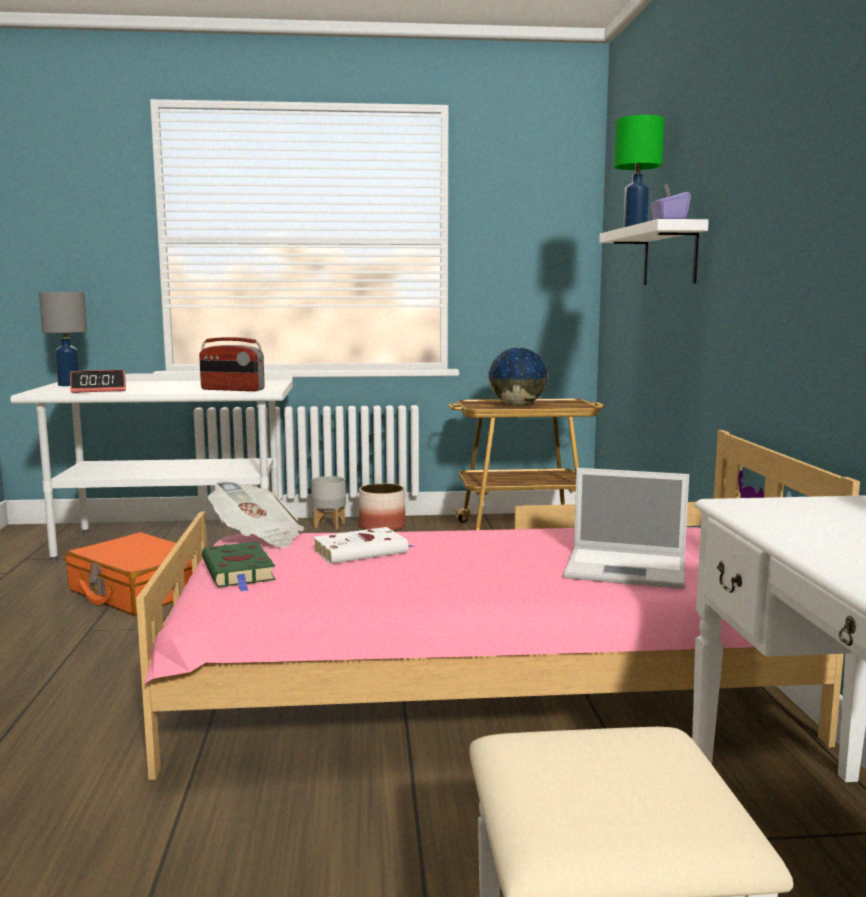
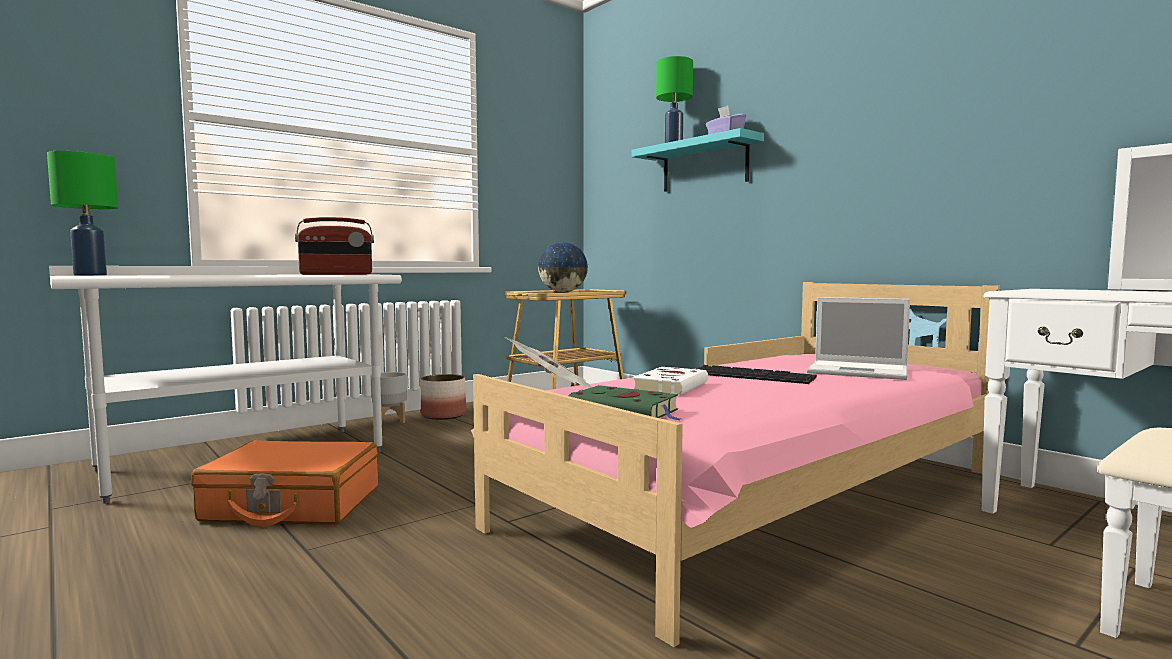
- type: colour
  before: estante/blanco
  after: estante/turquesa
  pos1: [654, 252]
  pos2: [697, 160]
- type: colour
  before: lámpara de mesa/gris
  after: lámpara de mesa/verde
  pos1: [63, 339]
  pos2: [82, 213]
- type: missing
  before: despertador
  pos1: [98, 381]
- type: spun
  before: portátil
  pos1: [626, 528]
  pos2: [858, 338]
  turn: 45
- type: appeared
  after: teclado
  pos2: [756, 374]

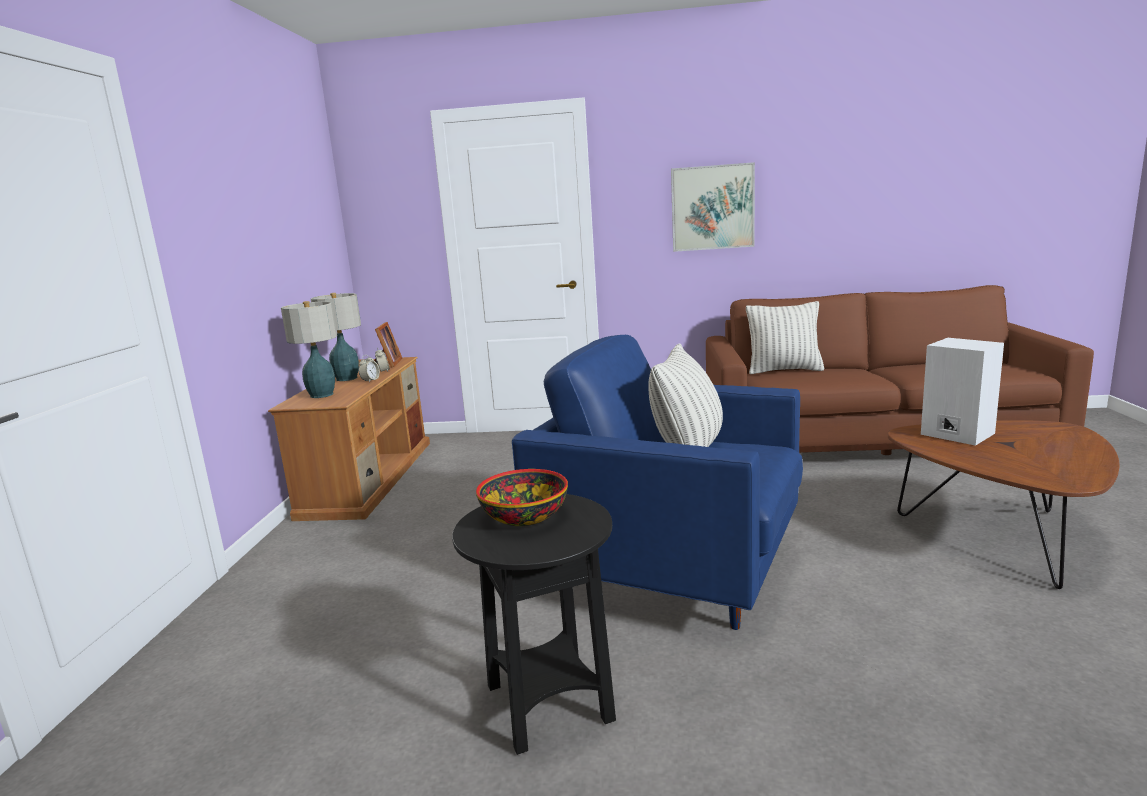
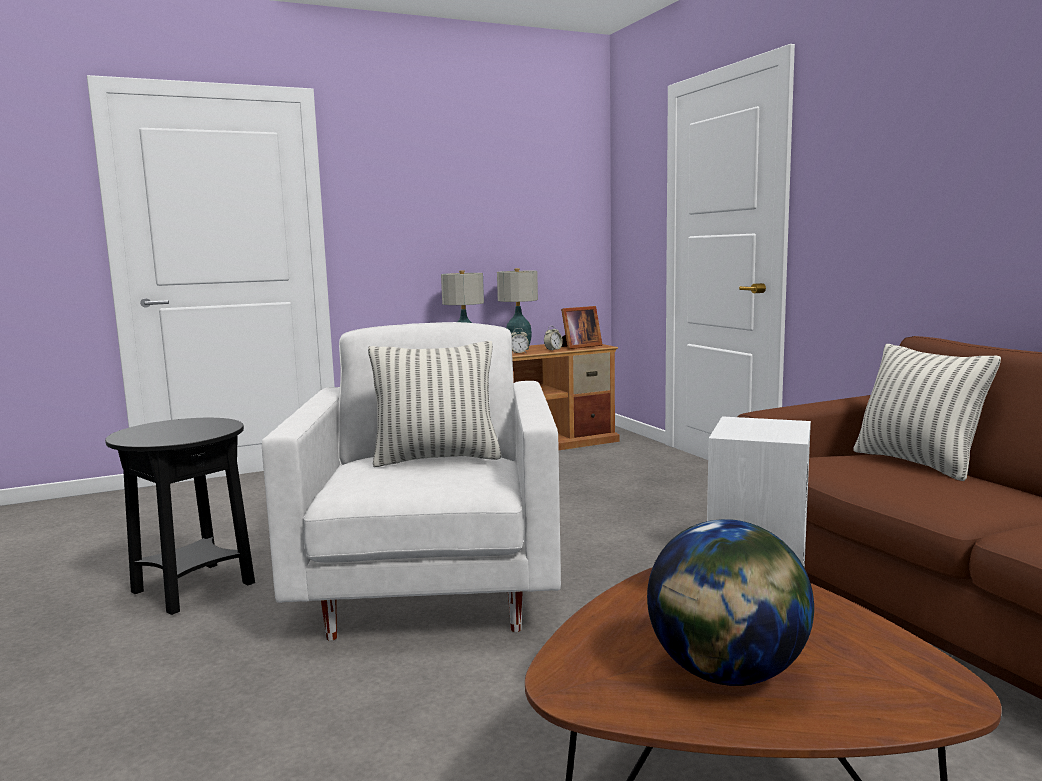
- type: missing
  before: cuadro
  pos1: [713, 207]
- type: colour
  before: sillón/azul
  after: sillón/blanco
  pos1: [657, 482]
  pos2: [411, 481]
- type: missing
  before: cuenco
  pos1: [522, 497]
- type: appeared
  after: globo terráqueo
  pos2: [730, 602]

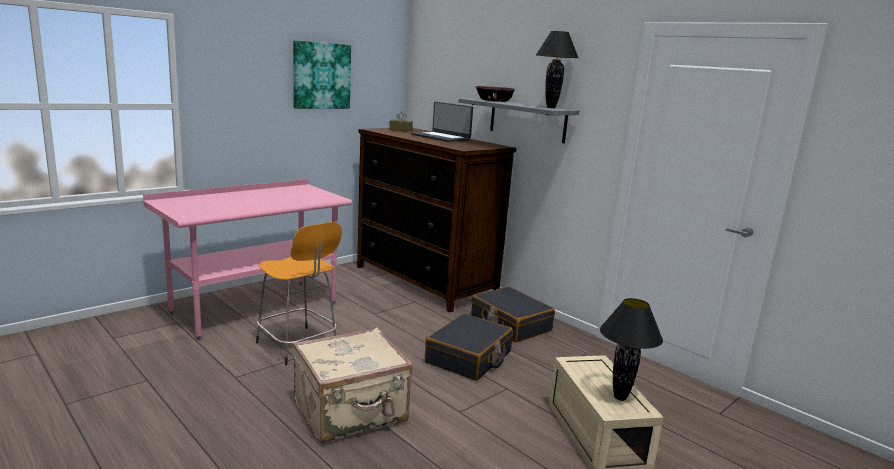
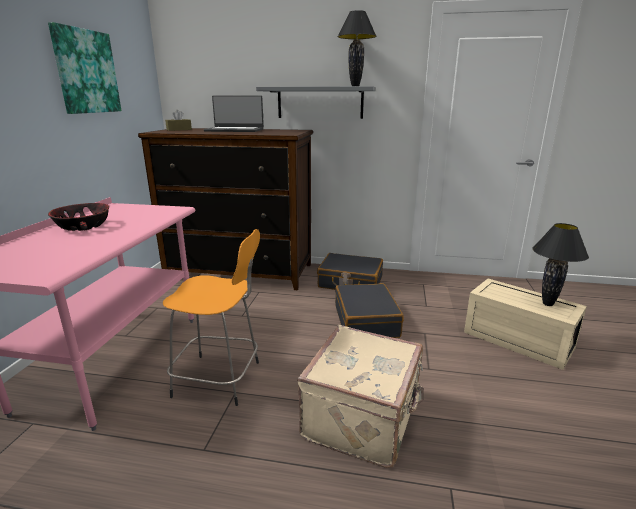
- type: relocated
  before: cuenco
  pos1: [495, 94]
  pos2: [78, 217]

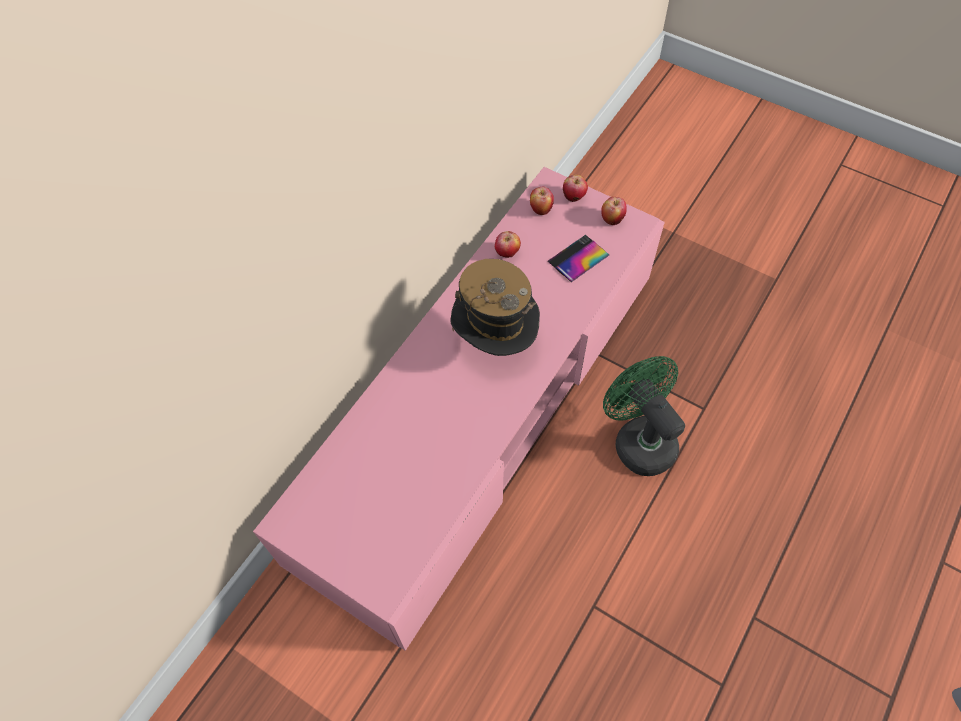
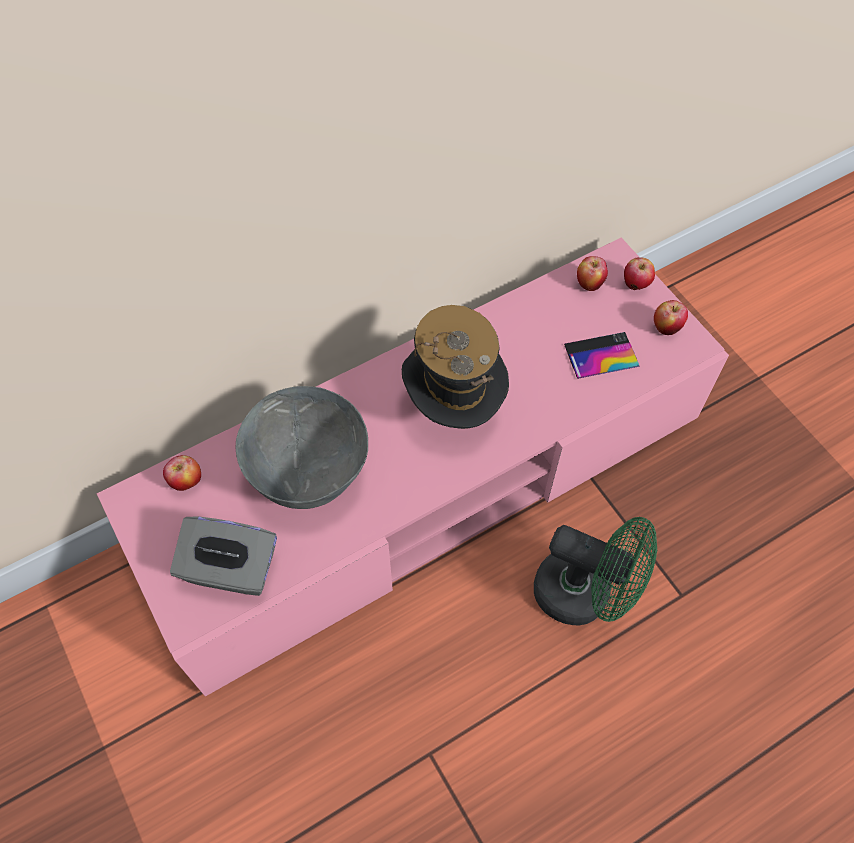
- type: relocated
  before: manzana
  pos1: [508, 244]
  pos2: [182, 473]
- type: spun
  before: ventilador/verde
  pos1: [644, 416]
  pos2: [595, 571]
  turn: 120
- type: appeared
  after: cuenco/gris
  pos2: [302, 447]
- type: appeared
  after: caja de pañuelos/gris
  pos2: [223, 556]

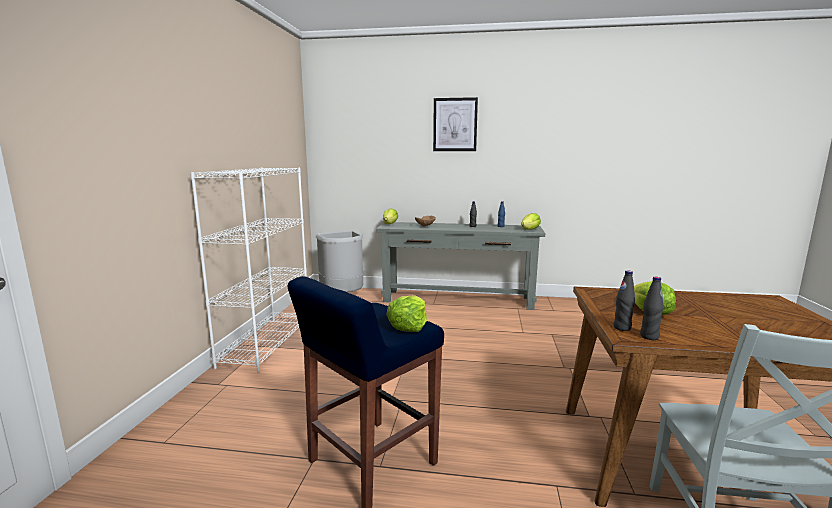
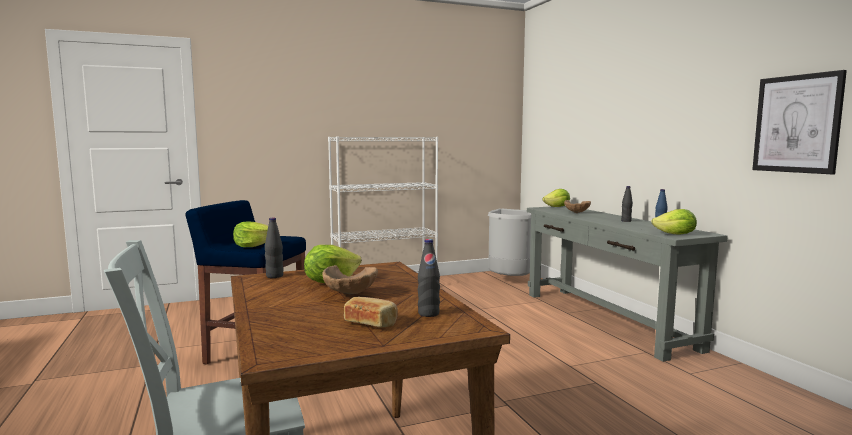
- type: relocated
  before: cuadro
  pos1: [455, 124]
  pos2: [799, 122]
- type: relocated
  before: botella/negro
  pos1: [652, 308]
  pos2: [429, 278]
- type: appeared
  after: cuenco/marrón
  pos2: [350, 279]
- type: appeared
  after: pan
  pos2: [371, 312]

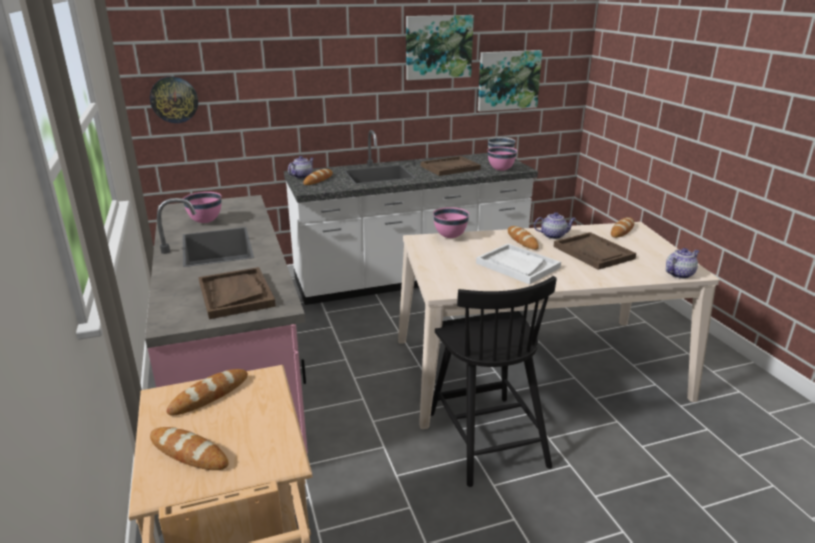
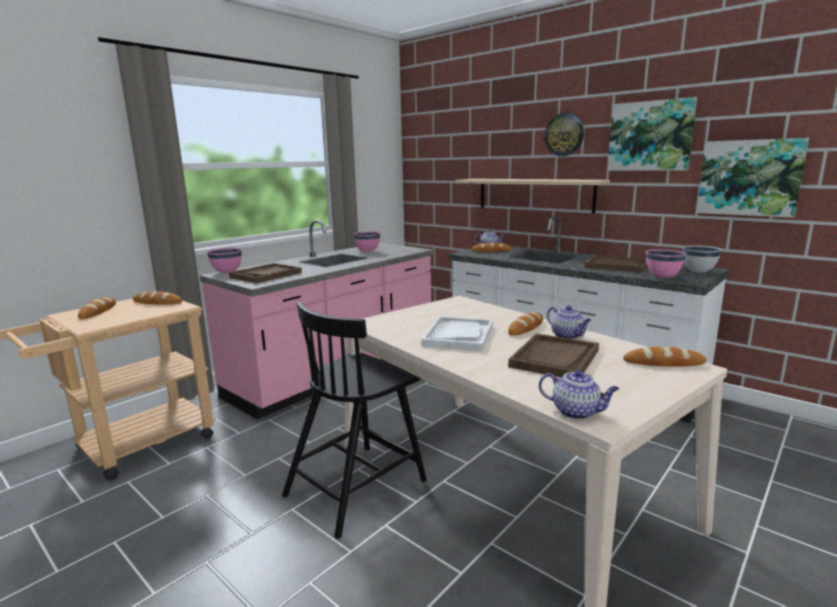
- type: relocated
  before: reloj de pared
  pos1: [174, 100]
  pos2: [564, 134]
- type: relocated
  before: cuenco/rosa
  pos1: [451, 222]
  pos2: [224, 260]
- type: appeared
  after: estante/beis
  pos2: [533, 196]

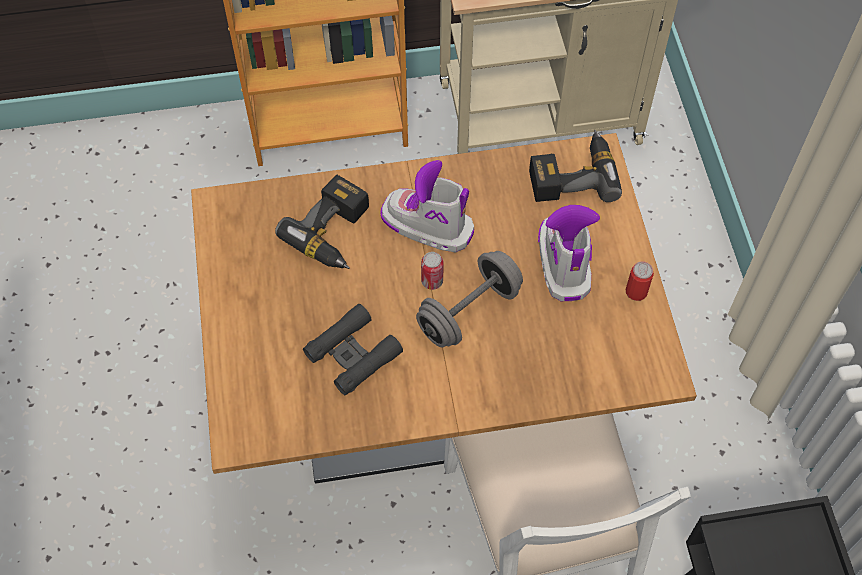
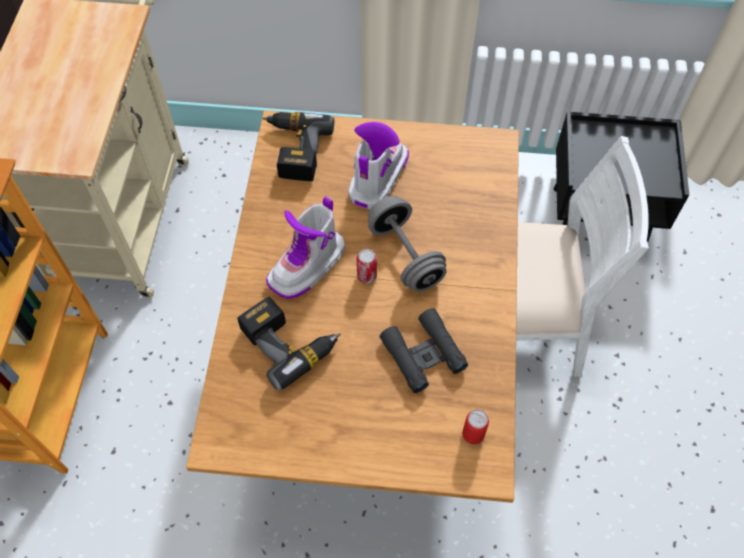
- type: spun
  before: bota
  pos1: [569, 253]
  pos2: [378, 165]
  turn: 105
- type: relocated
  before: lata
  pos1: [639, 281]
  pos2: [475, 426]

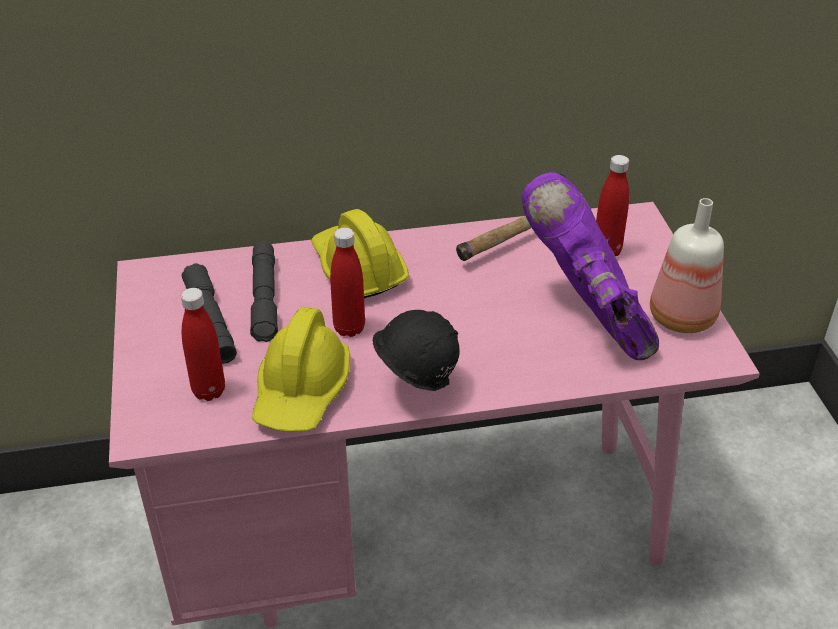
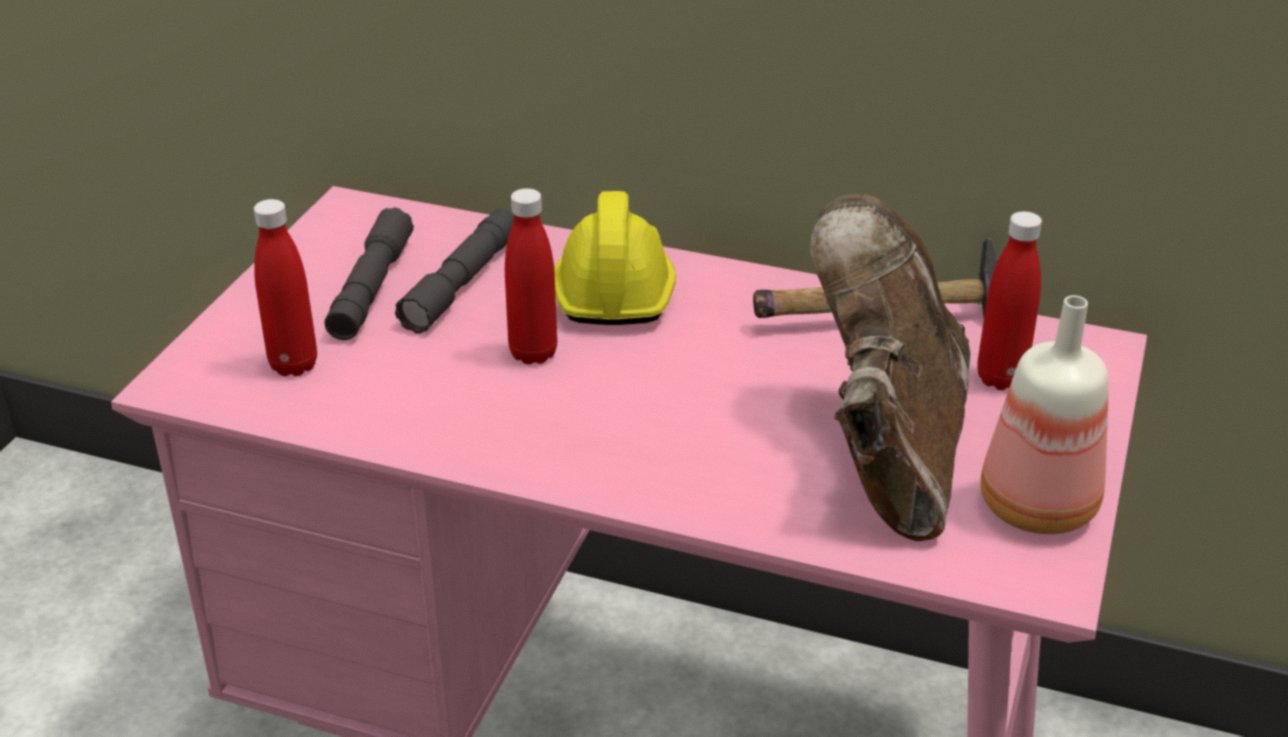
- type: colour
  before: bota/morado
  after: bota/marrón
  pos1: [590, 266]
  pos2: [890, 367]
- type: missing
  before: casco/amarillo
  pos1: [301, 369]
- type: missing
  before: casco/negro
  pos1: [416, 351]

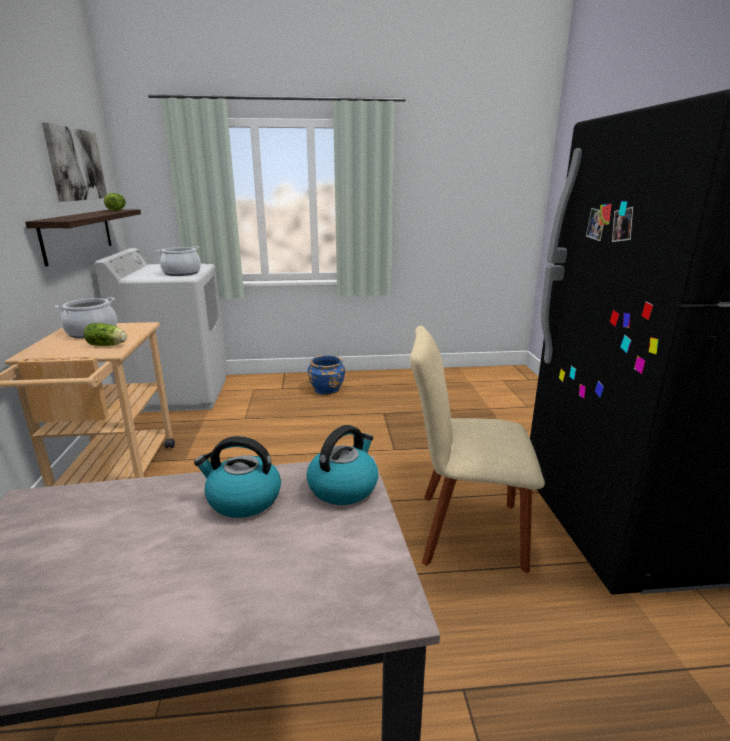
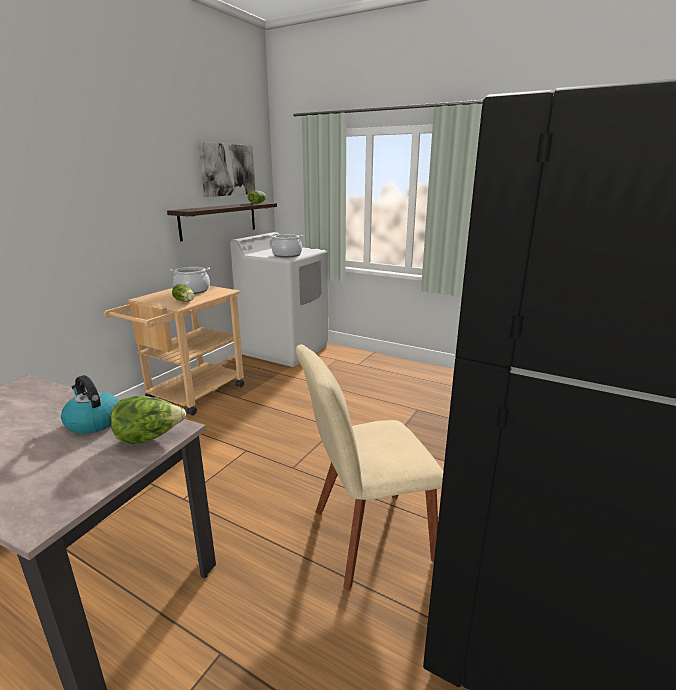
- type: spun
  before: silla/beis
  pos1: [477, 449]
  pos2: [369, 467]
  turn: -60
- type: missing
  before: maceta/azul
  pos1: [326, 375]
- type: exchanged
  before: hervidor
  after: lechuga
  pos1: [342, 465]
  pos2: [148, 420]

